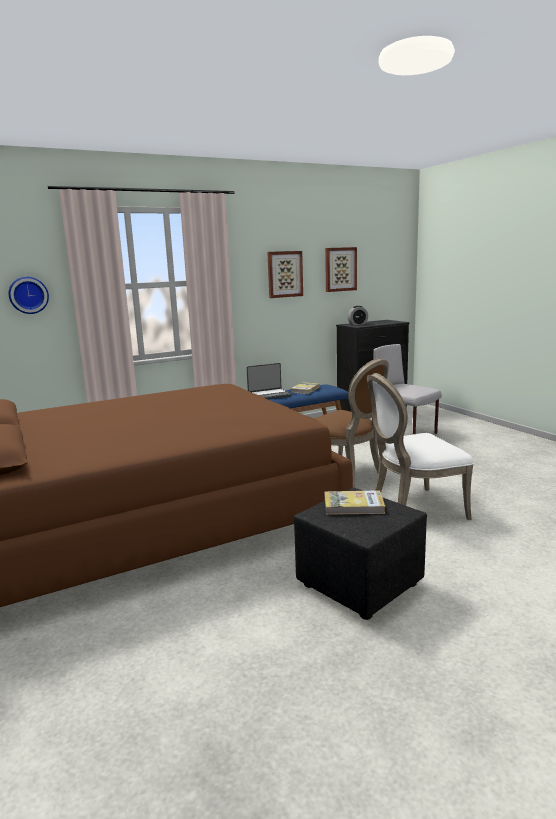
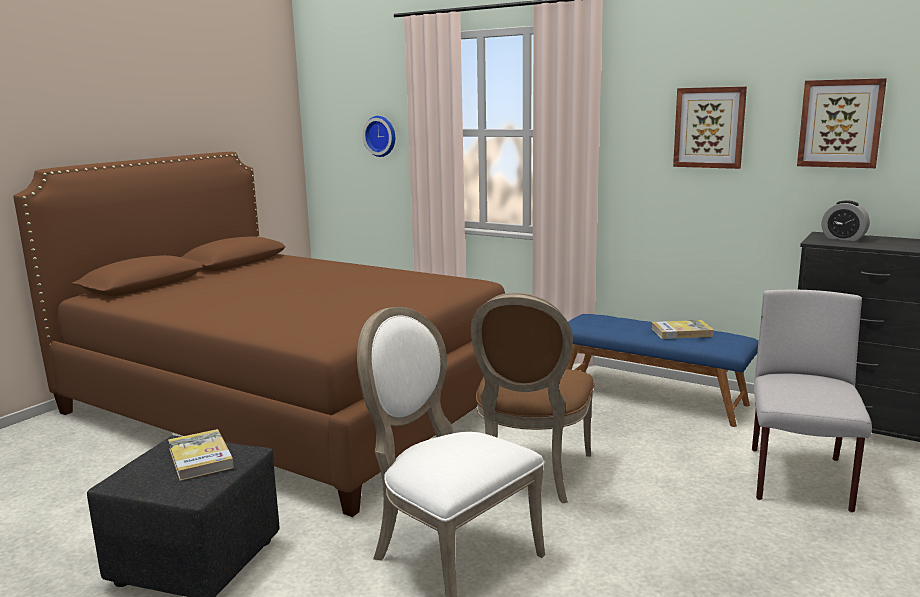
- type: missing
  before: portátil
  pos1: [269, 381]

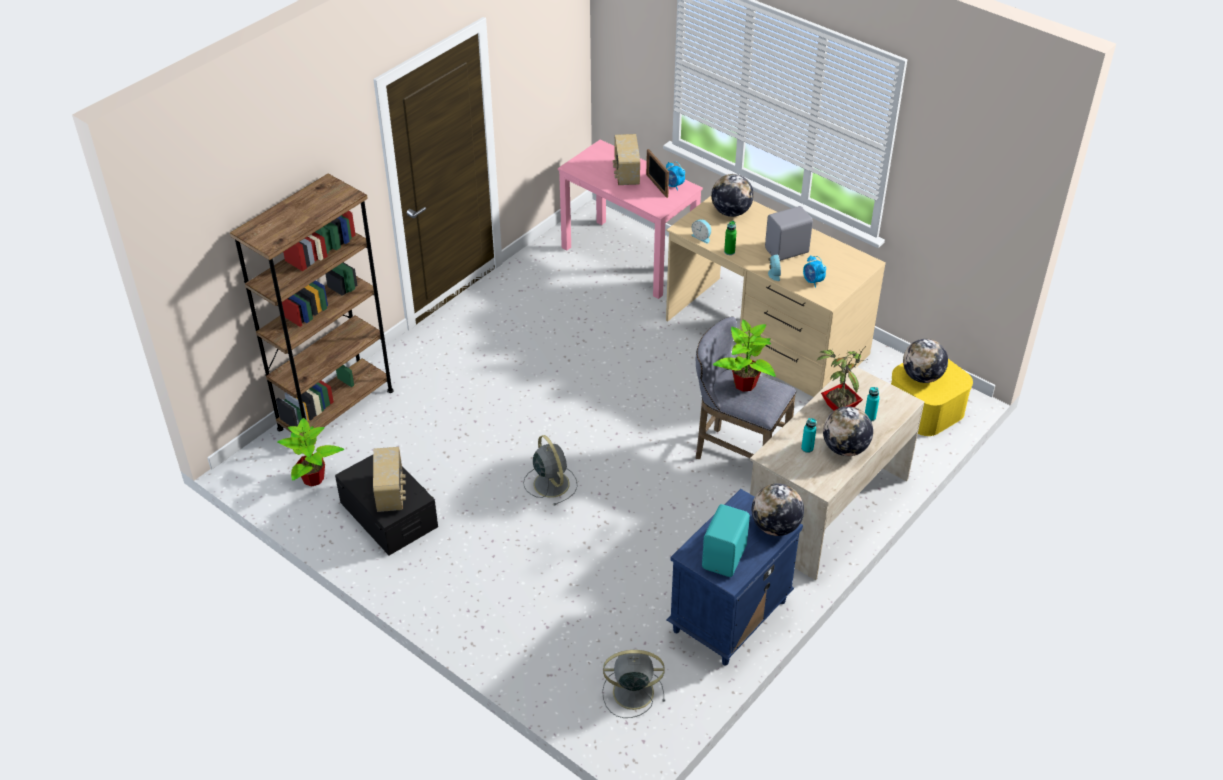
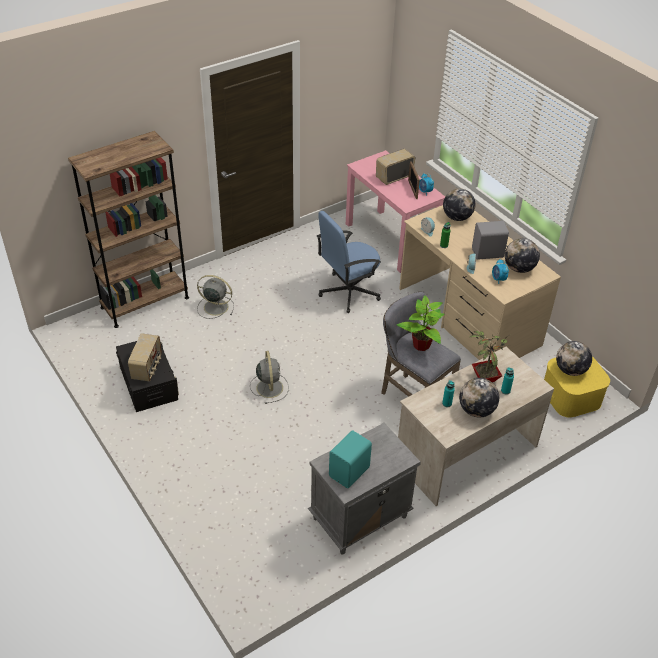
- type: spun
  before: radio
  pos1: [626, 159]
  pos2: [395, 167]
  turn: 45
- type: missing
  before: planta en maceta
  pos1: [311, 452]
- type: relocated
  before: globo terráqueo
  pos1: [778, 509]
  pos2: [522, 255]
- type: colour
  before: mesita de noche/azul
  after: mesita de noche/gris
  pos1: [735, 577]
  pos2: [364, 489]
- type: relocated
  before: ventilador/gris
  pos1: [633, 683]
  pos2: [215, 297]
- type: appeared
  after: silla de oficina/azul
  pos2: [349, 262]

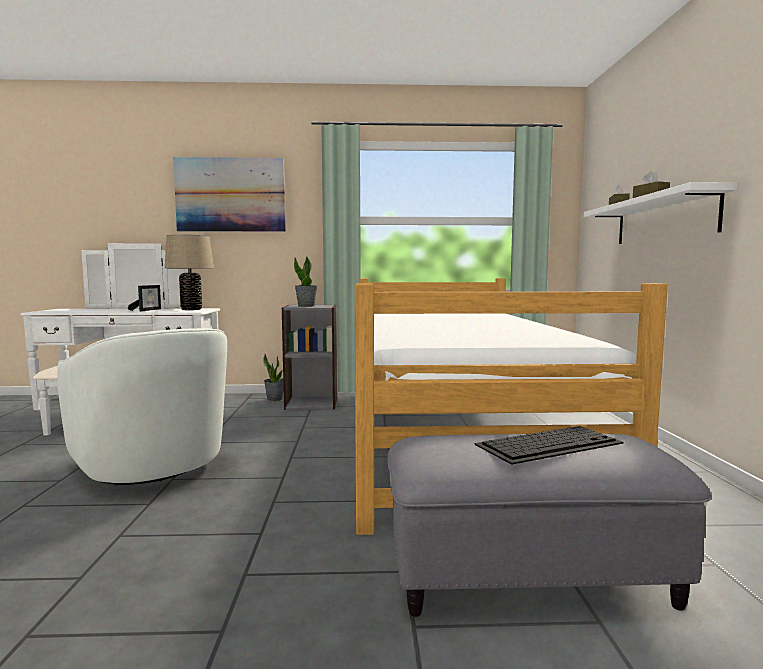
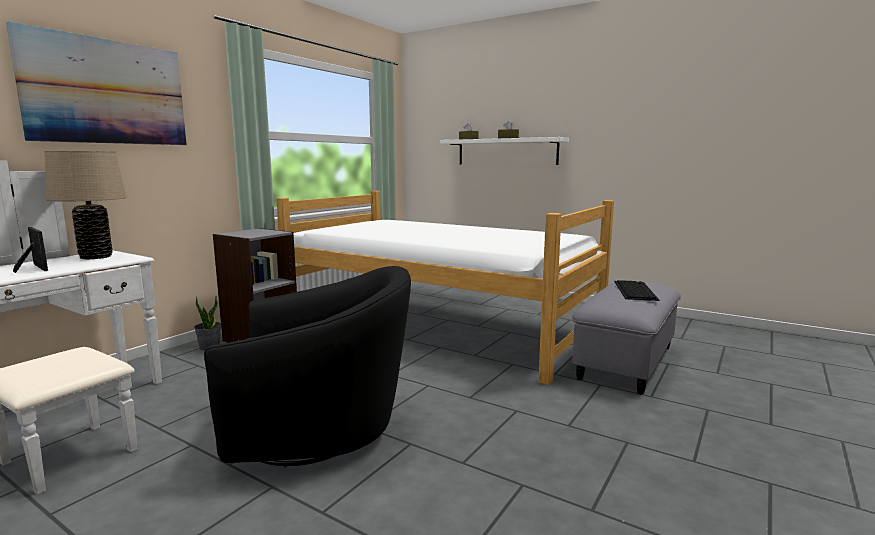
- type: missing
  before: planta en maceta
  pos1: [305, 281]
- type: colour
  before: sillón/blanco
  after: sillón/negro
  pos1: [142, 406]
  pos2: [307, 366]

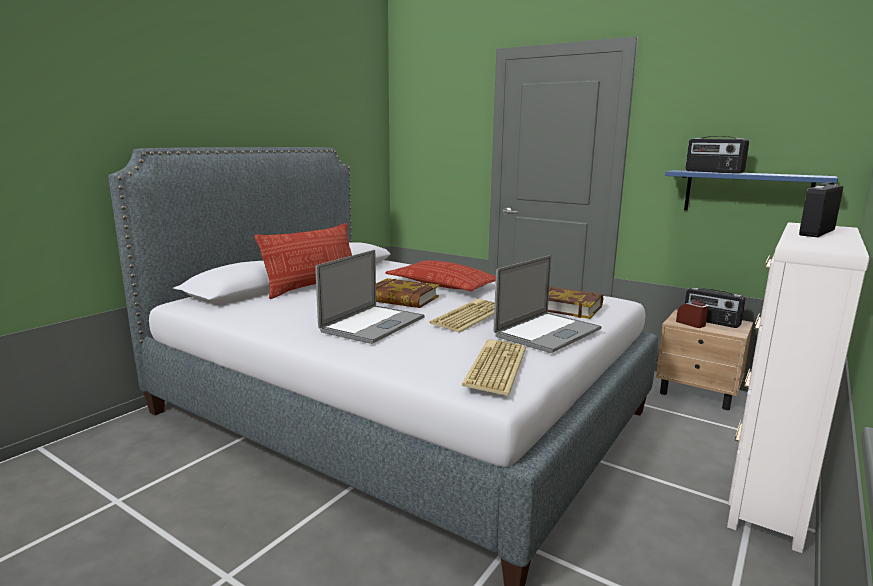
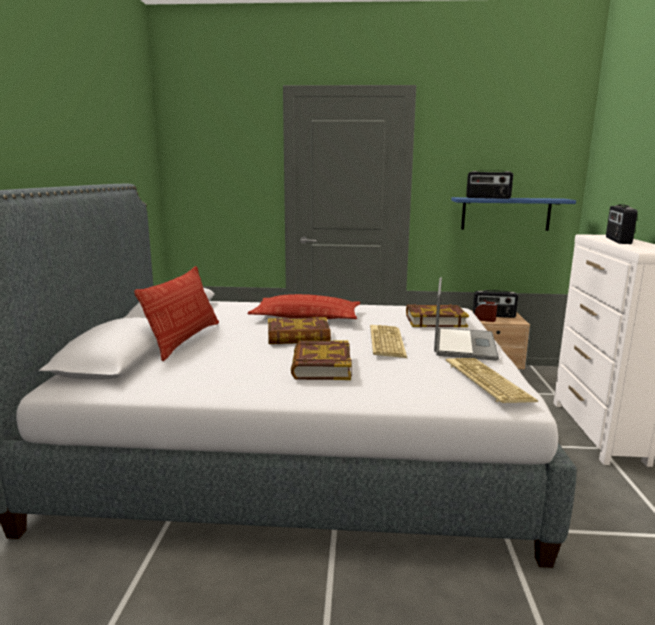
- type: exchanged
  before: portátil
  after: libro
  pos1: [369, 297]
  pos2: [321, 360]

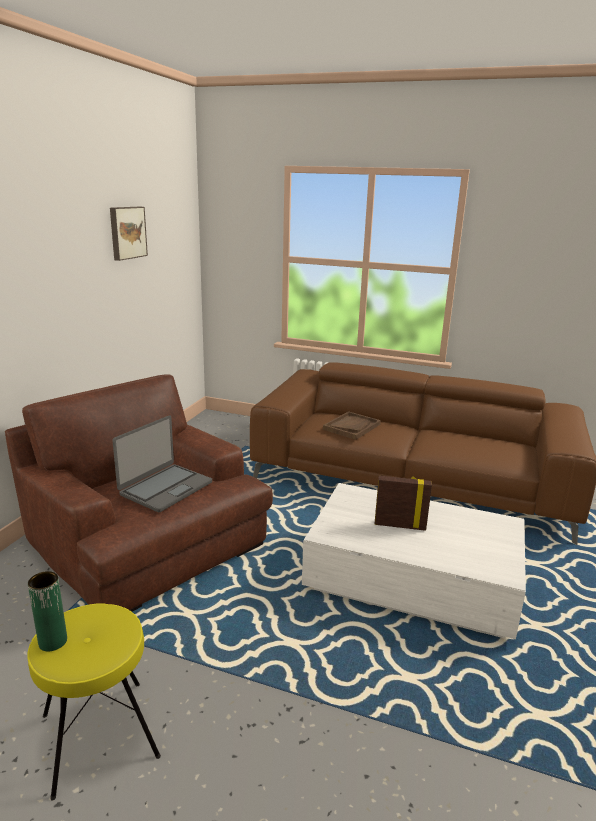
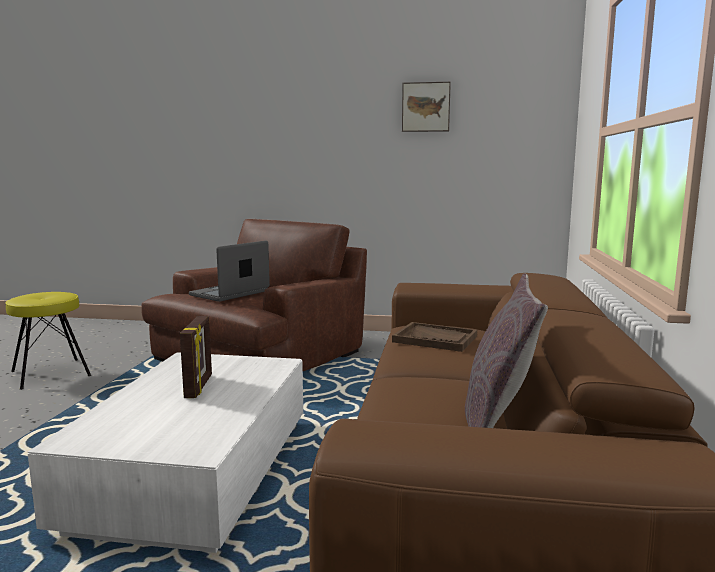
- type: spun
  before: portátil
  pos1: [162, 464]
  pos2: [229, 271]
  turn: 105
- type: missing
  before: florero/verde
  pos1: [47, 611]
- type: appeared
  after: cojín/gris
  pos2: [506, 350]

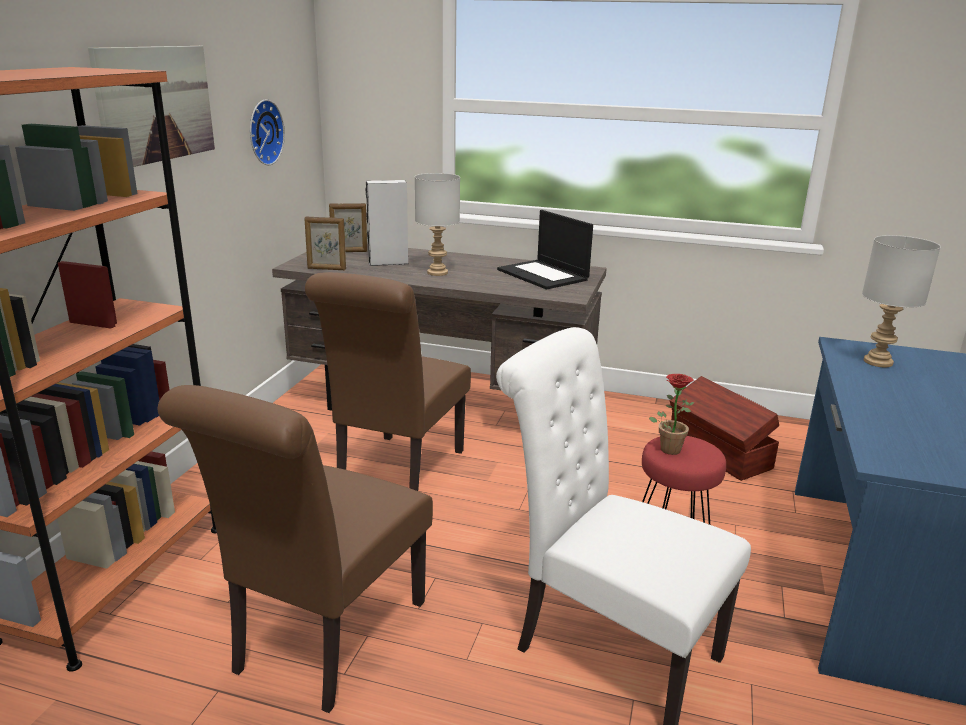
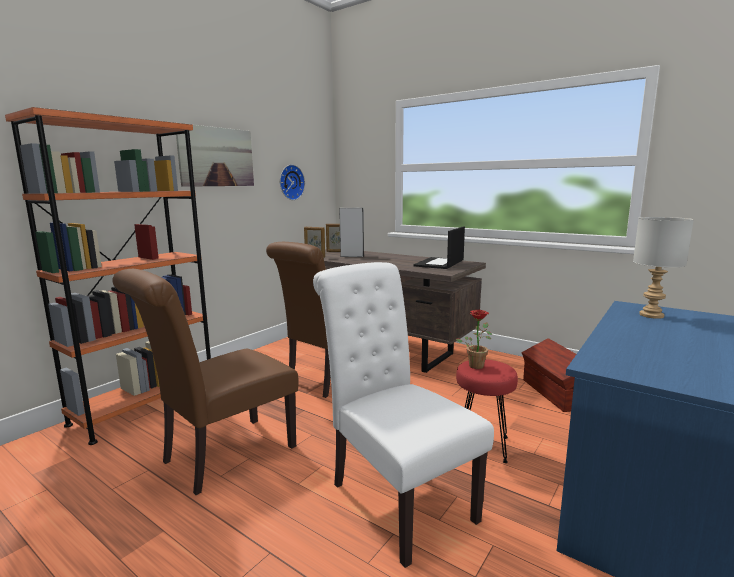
- type: missing
  before: lámpara de mesa/gris
  pos1: [437, 224]
- type: spun
  before: portátil
  pos1: [545, 250]
  pos2: [439, 247]
  turn: 45

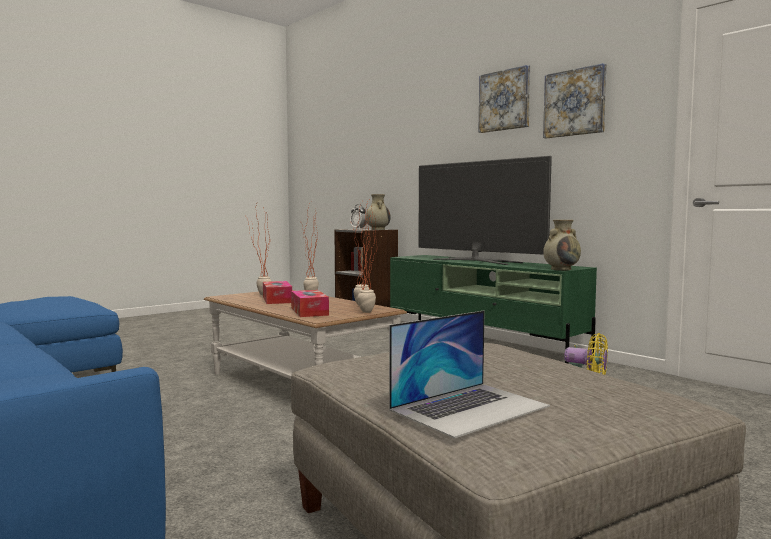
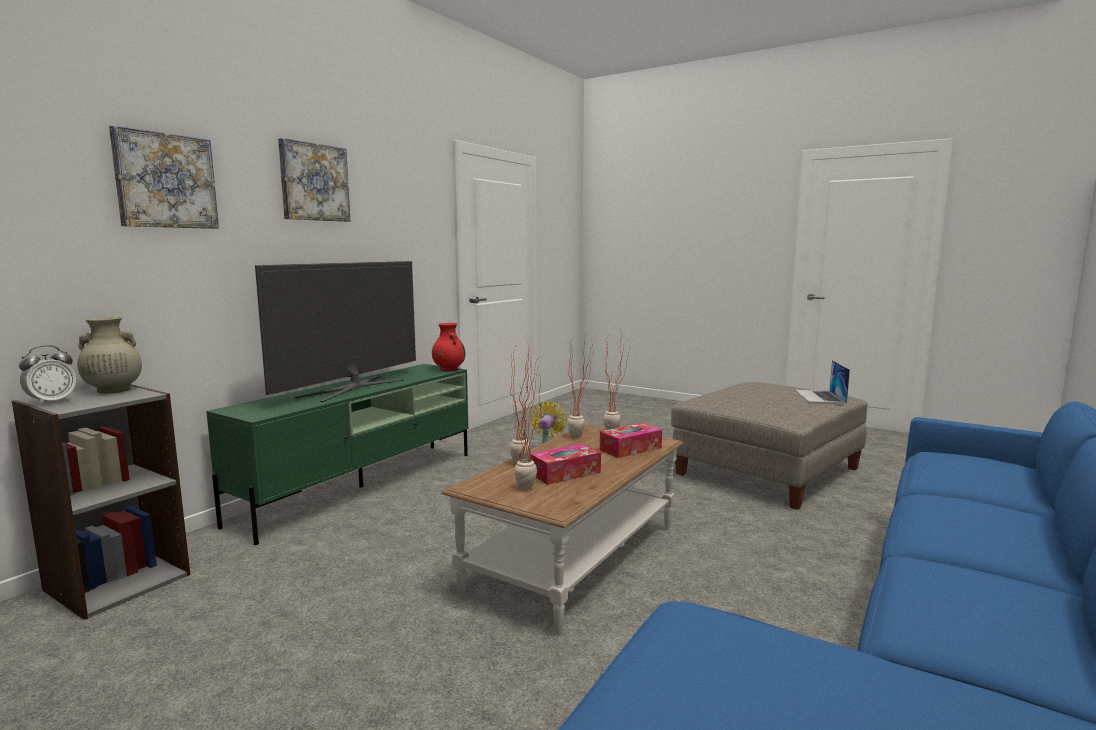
- type: relocated
  before: cuadro
  pos1: [575, 100]
  pos2: [164, 177]
- type: colour
  before: florero/beis
  after: florero/rojo
  pos1: [562, 245]
  pos2: [449, 347]
- type: spun
  before: portátil
  pos1: [469, 375]
  pos2: [822, 381]
  turn: -120

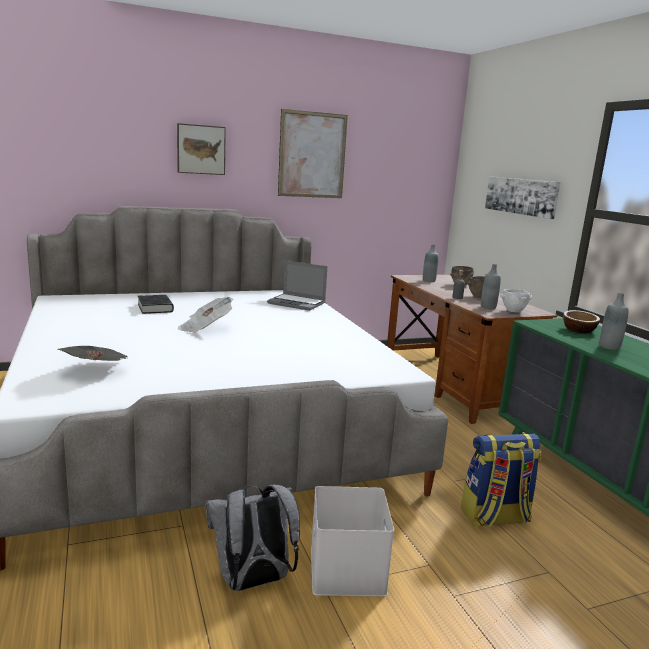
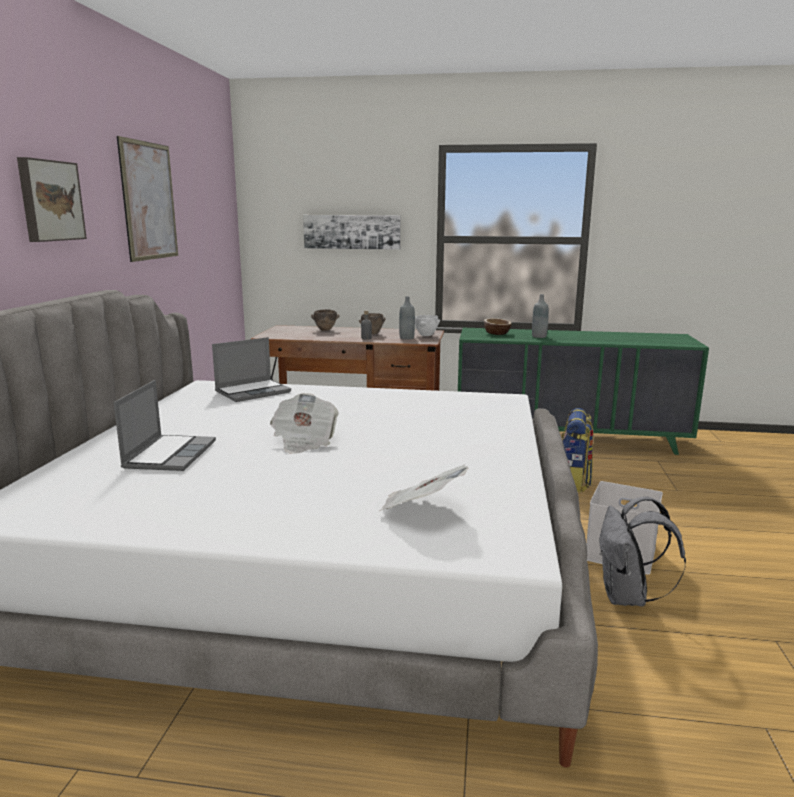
- type: missing
  before: botella/gris
  pos1: [431, 263]
- type: exchanged
  before: libro/negro
  after: portátil
  pos1: [156, 304]
  pos2: [165, 425]

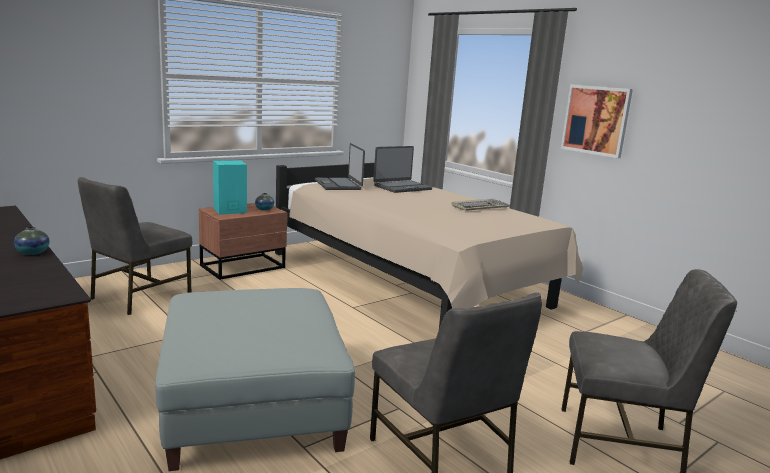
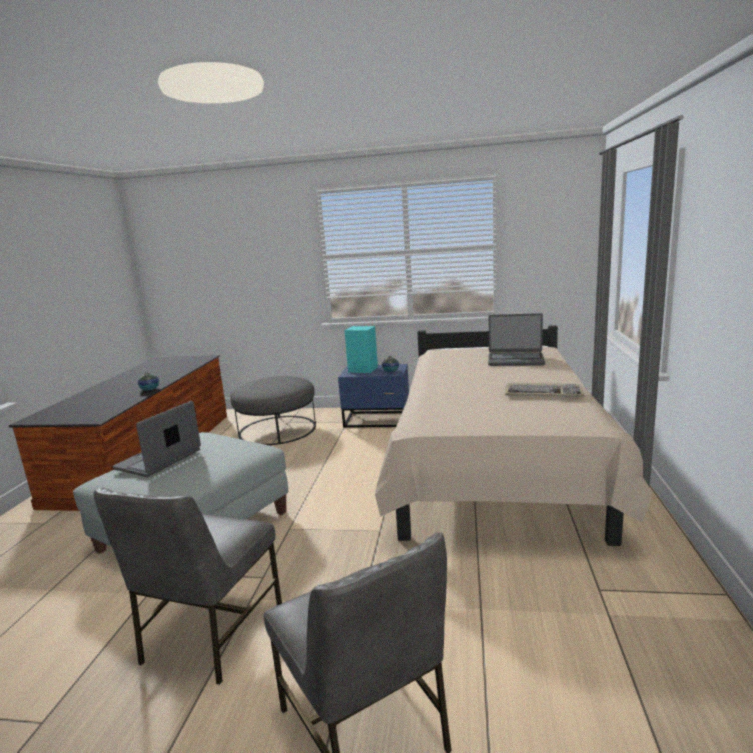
- type: missing
  before: cuadro
  pos1: [597, 121]
- type: relocated
  before: portátil
  pos1: [340, 166]
  pos2: [157, 439]
- type: exchanged
  before: silla/gris
  after: puf/gris
  pos1: [135, 246]
  pos2: [273, 410]
- type: colour
  before: mesita de noche/marrón
  after: mesita de noche/azul
  pos1: [243, 241]
  pos2: [373, 396]

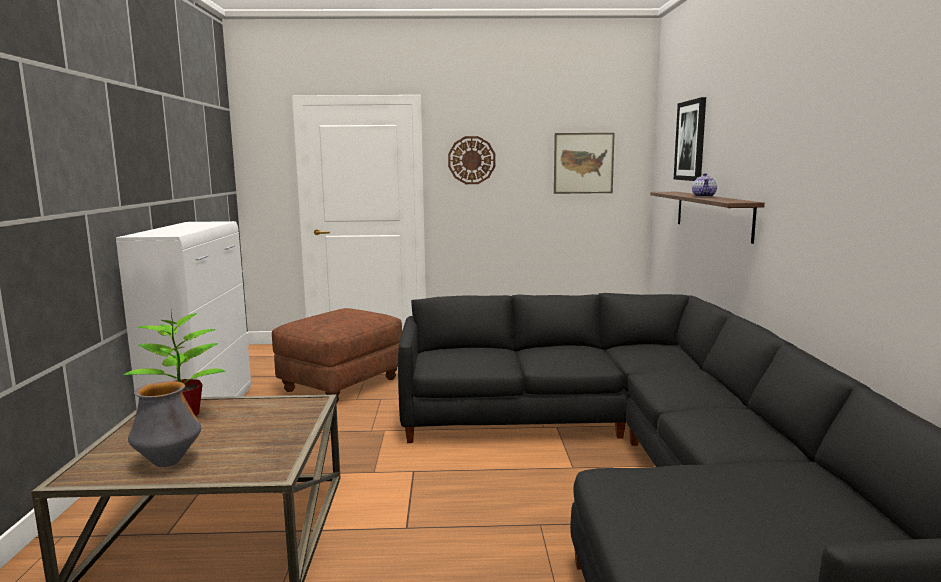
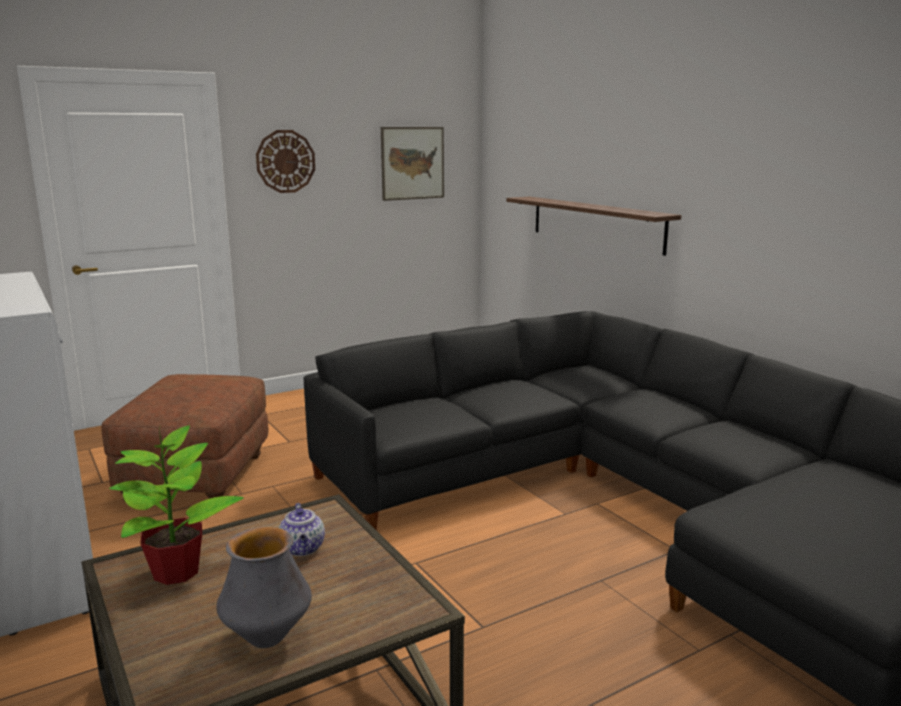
- type: missing
  before: cuadro
  pos1: [690, 139]
- type: relocated
  before: tetera
  pos1: [704, 185]
  pos2: [302, 529]

